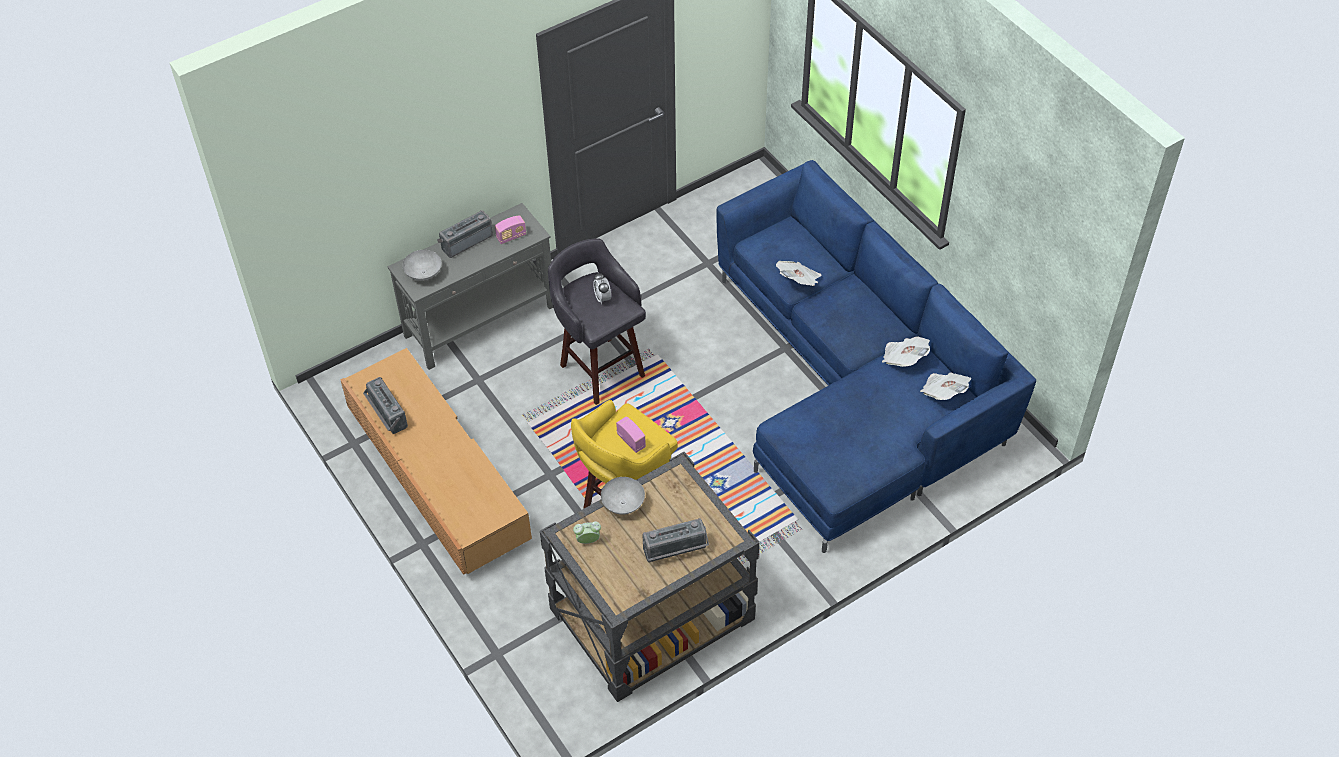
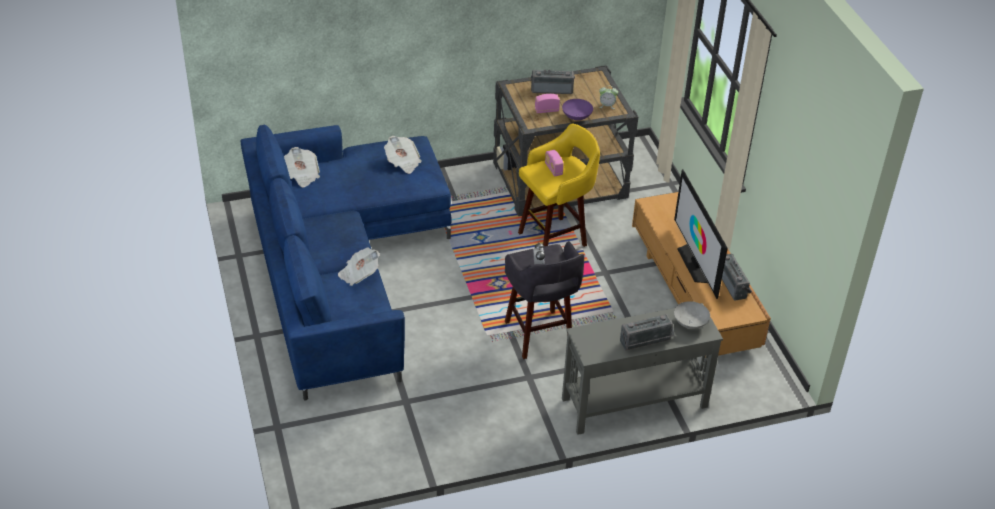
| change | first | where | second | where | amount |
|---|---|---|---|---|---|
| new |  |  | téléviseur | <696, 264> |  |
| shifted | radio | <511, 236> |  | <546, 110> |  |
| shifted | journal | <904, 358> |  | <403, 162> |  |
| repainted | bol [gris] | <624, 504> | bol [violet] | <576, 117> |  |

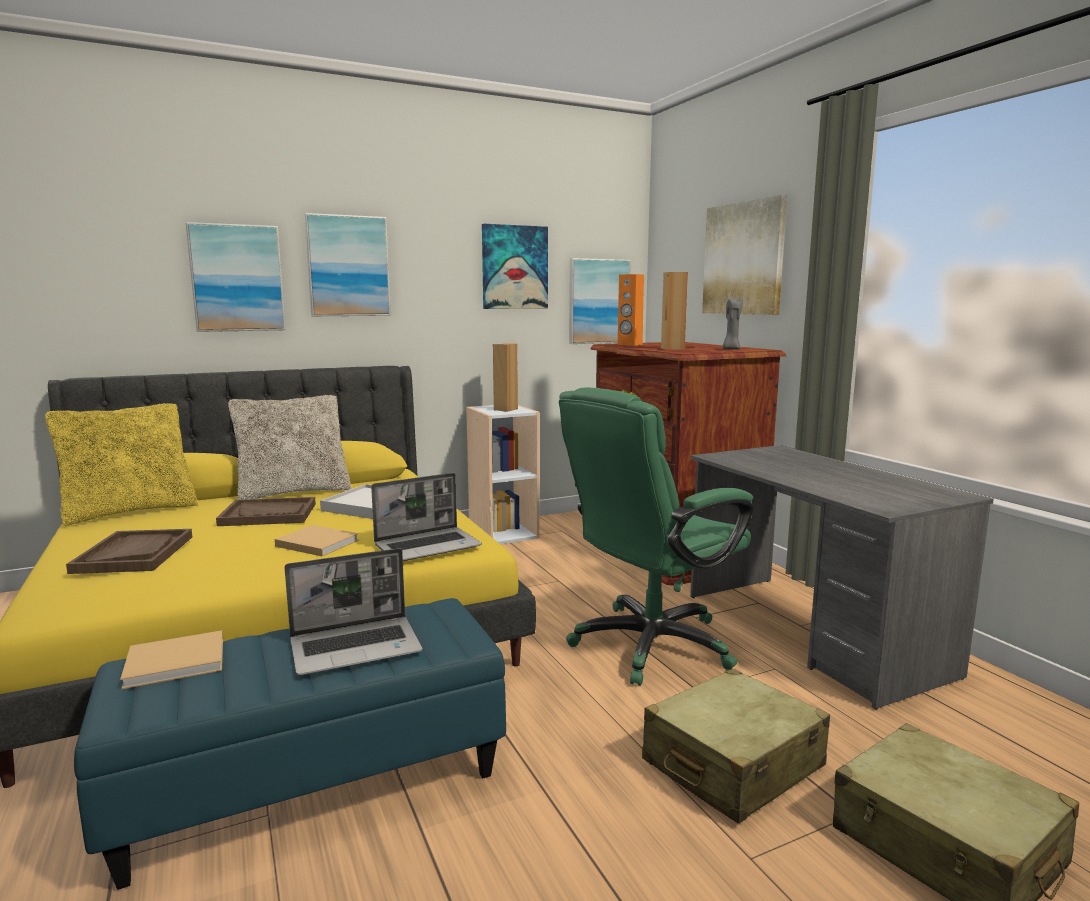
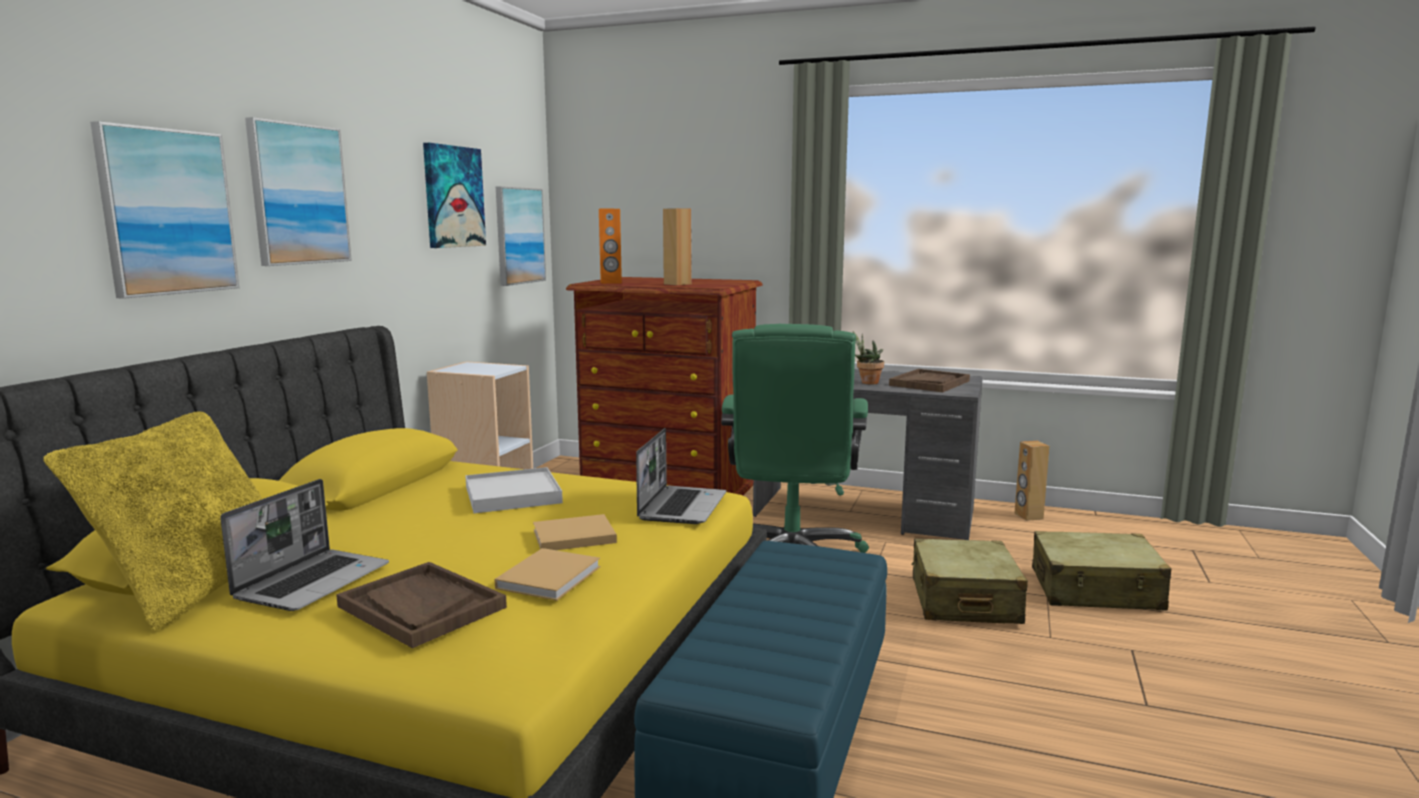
| change | first | where | second | where | amount |
|---|---|---|---|---|---|
| gone | coussin [beige] | <294, 490> |  |  |  |
| gone | tableau | <743, 258> |  |  |  |
| gone | bougie [gris] | <731, 349> |  |  |  |
| new |  |  | plante en pot | <867, 382> |  |
| shifted | livre [beige] | <179, 662> |  | <551, 576> |  |
| shifted | plateau [marron] | <269, 514> |  | <929, 383> |  |
| shifted | ordinateur portable | <357, 647> |  | <313, 581> |  |
| shifted | enceinte [marron] | <505, 409> |  | <1028, 516> |  |

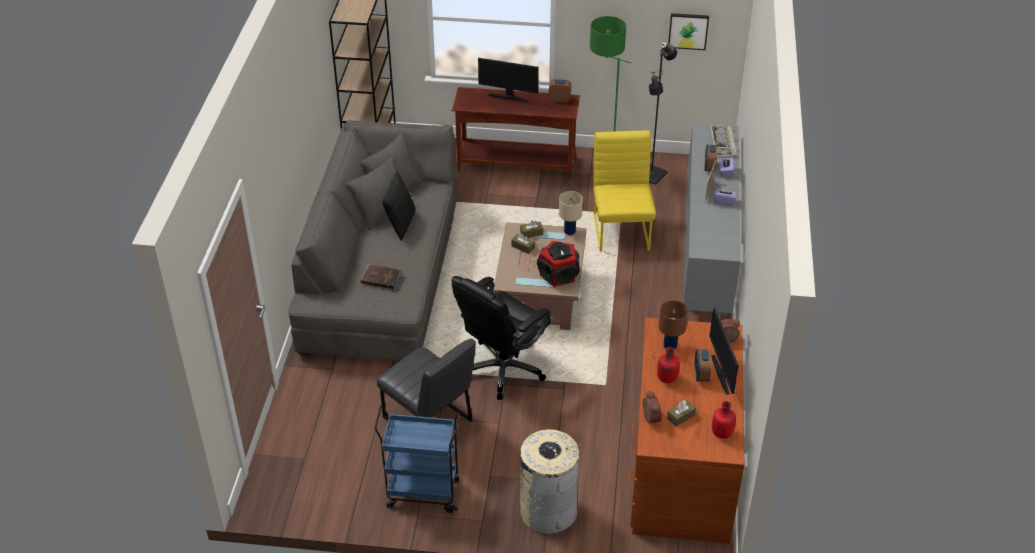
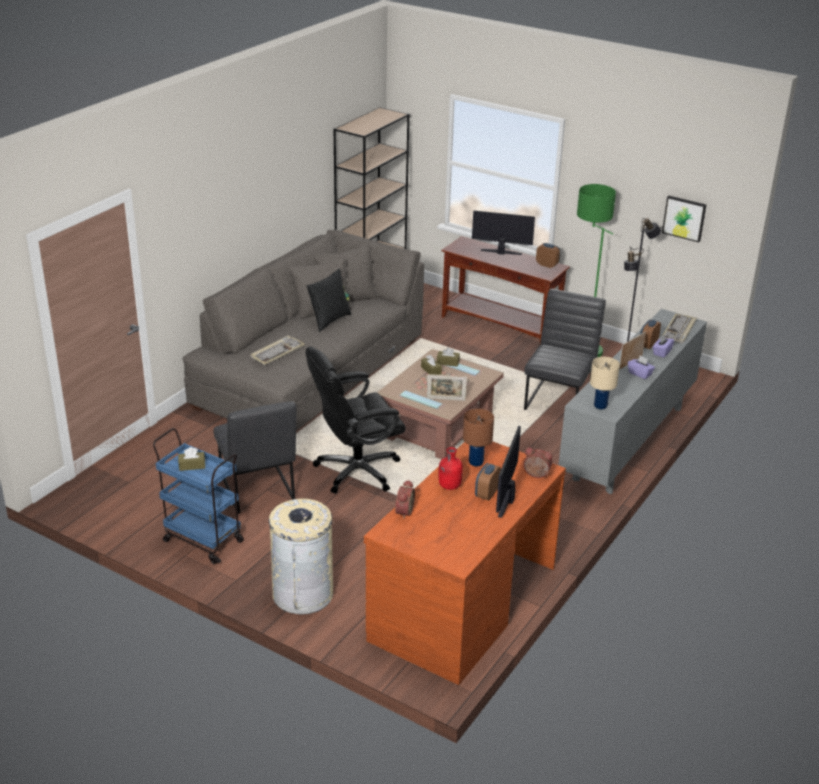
| change | first | where | second | where | amount |
|---|---|---|---|---|---|
| gone | bouteille [rouge] | <722, 433> |  |  |  |
| shifted | lampe de table [beige] | <569, 232> |  | <600, 406> |  |
| shifted | boîte à mouchoirs [marron] | <680, 417> |  | <192, 465> |  |
| swapped | livre [marron] | <381, 277> | clavier | <277, 352> |  |
| swapped | enceinte | <559, 275> | cadre photo | <446, 399> |  |
| repainted | chaise [jaune] | <621, 230> | chaise [gris] | <559, 399> |  |
| rotated | écran d'ordinateur | <508, 97> |  | <501, 252> | 150 degrees clockwise |

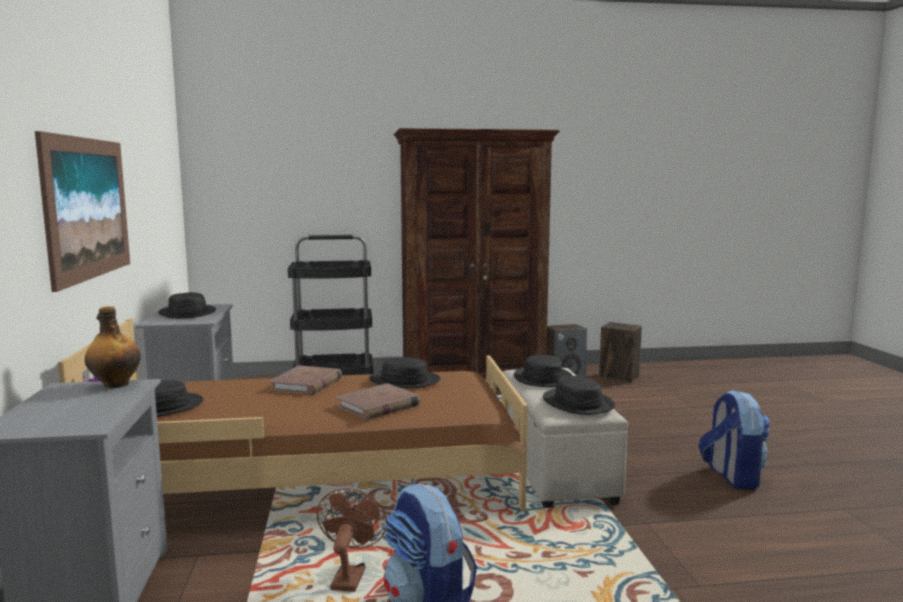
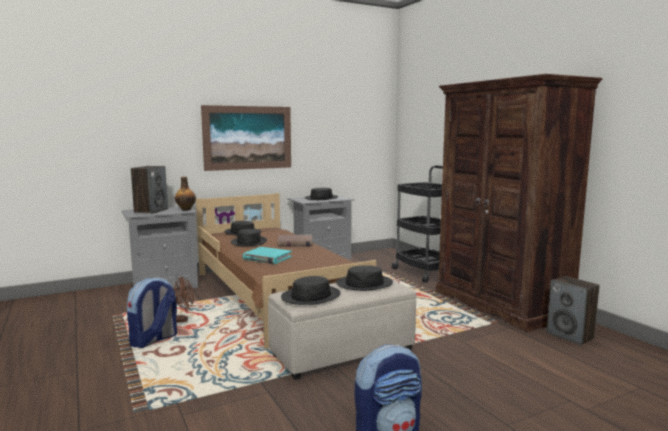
| change | first | where | second | where | amount |
|---|---|---|---|---|---|
| shifted | chapeau [noir] | <404, 380> |  | <249, 242> |  |
| shifted | enceinte | <618, 377> |  | <151, 211> |  |
| repainted | livre [marron] | <378, 406> | livre [turquoise] | <267, 258> |  |

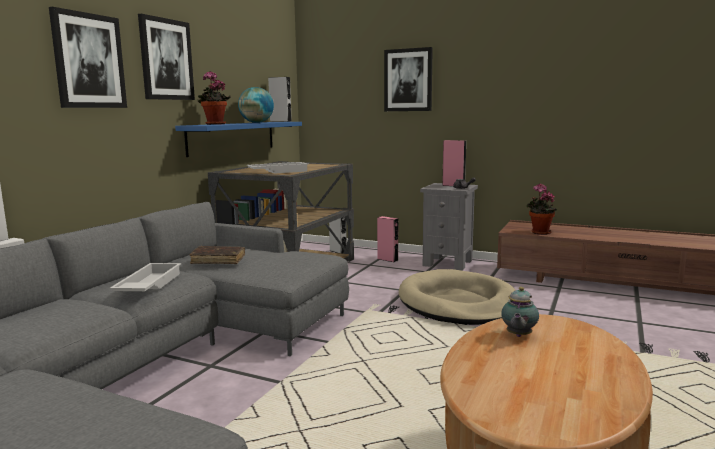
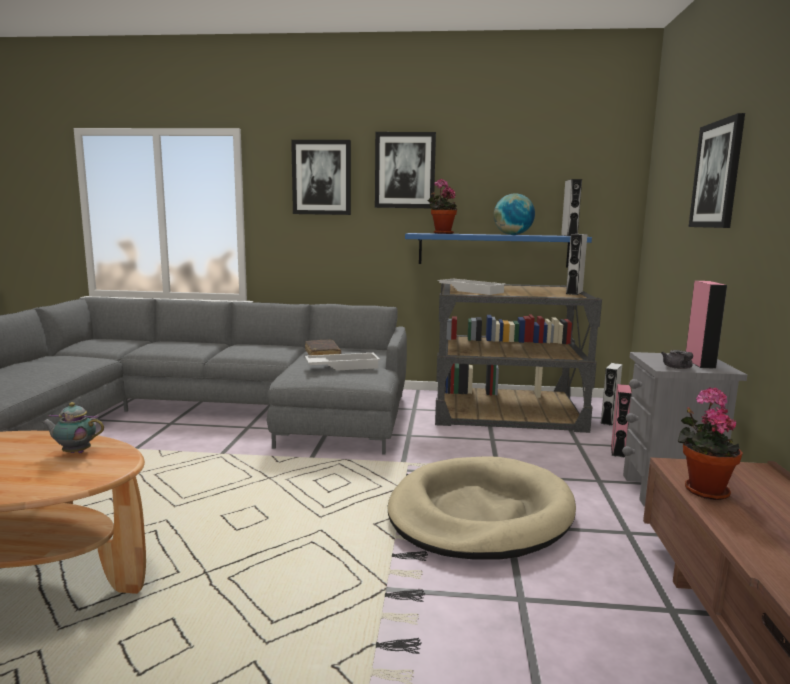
| change | first | where | second | where | amount |
|---|---|---|---|---|---|
| new |  |  | enceinte [gris] | <574, 293> |  |
| shifted | plateau [blanc] | <148, 285> |  | <342, 366> |  |

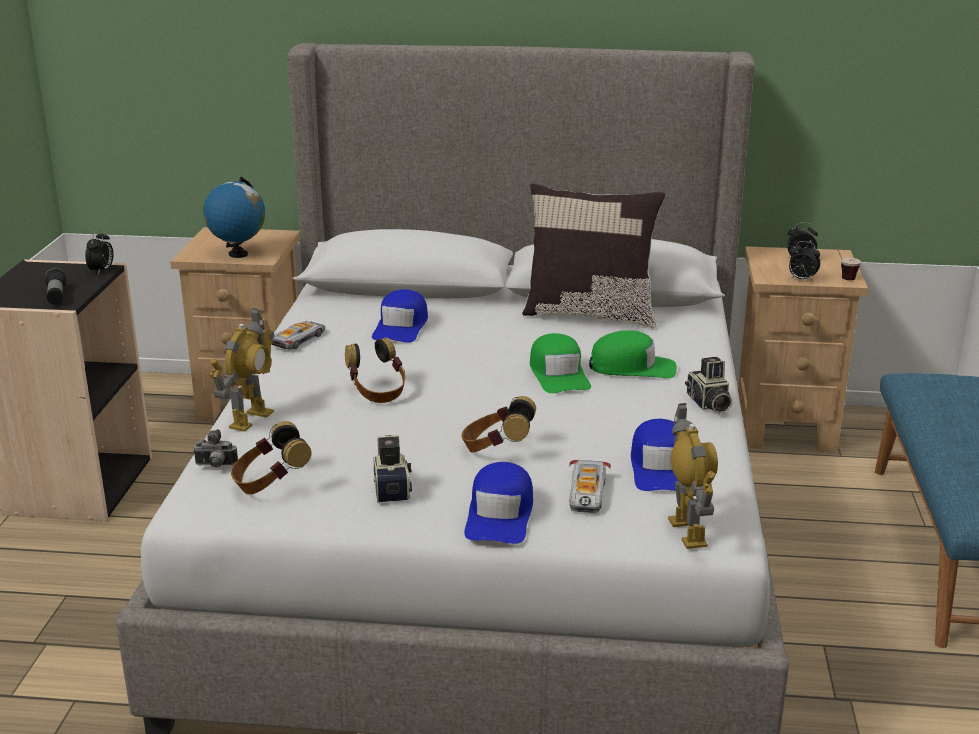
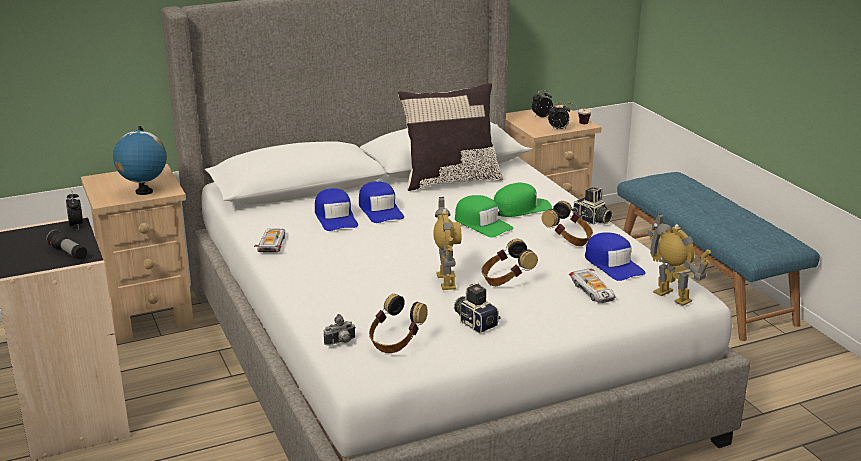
| change | first | where | second | where | amount |
|---|---|---|---|---|---|
| shifted | robot jouet | <250, 419> |  | <446, 281> |  |
| shifted | casque audio | <377, 392> |  | <568, 240> |  |
| shifted | casquette [bleu] | <500, 514> |  | <380, 210> |  |

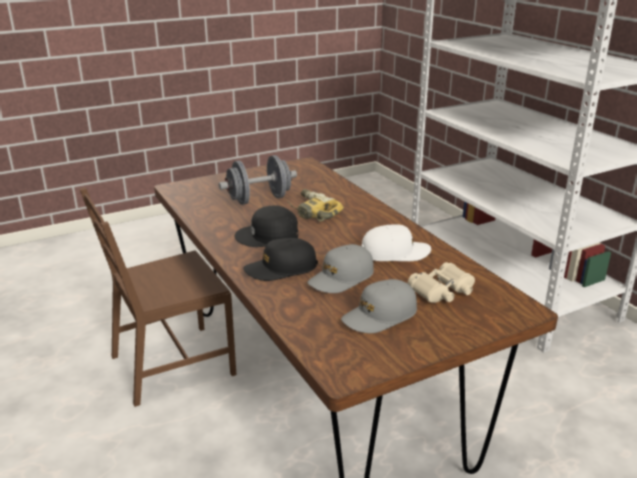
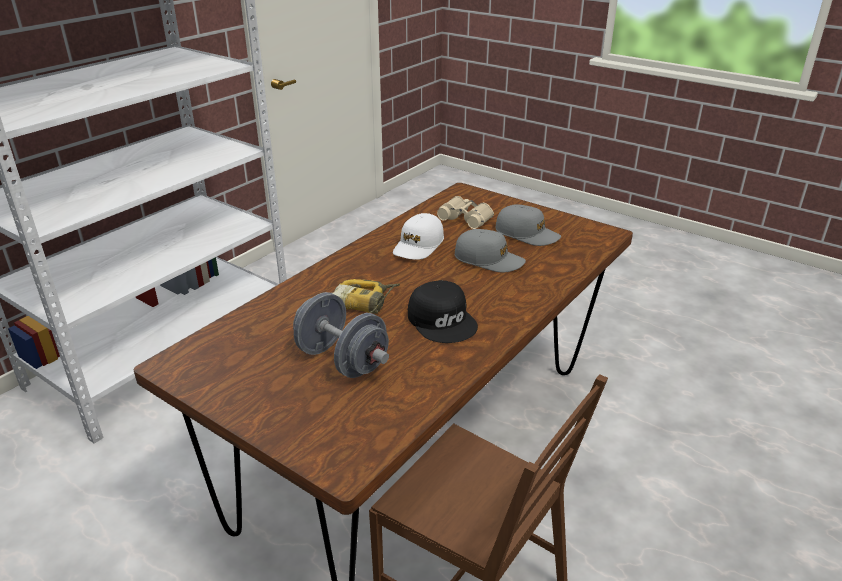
| change | first | where | second | where | amount |
|---|---|---|---|---|---|
| gone | casquette [noir] | <281, 269> |  |  |  |
| rotated | casquette [blanc] | <395, 253> |  | <418, 246> | 120 degrees counterclockwise |

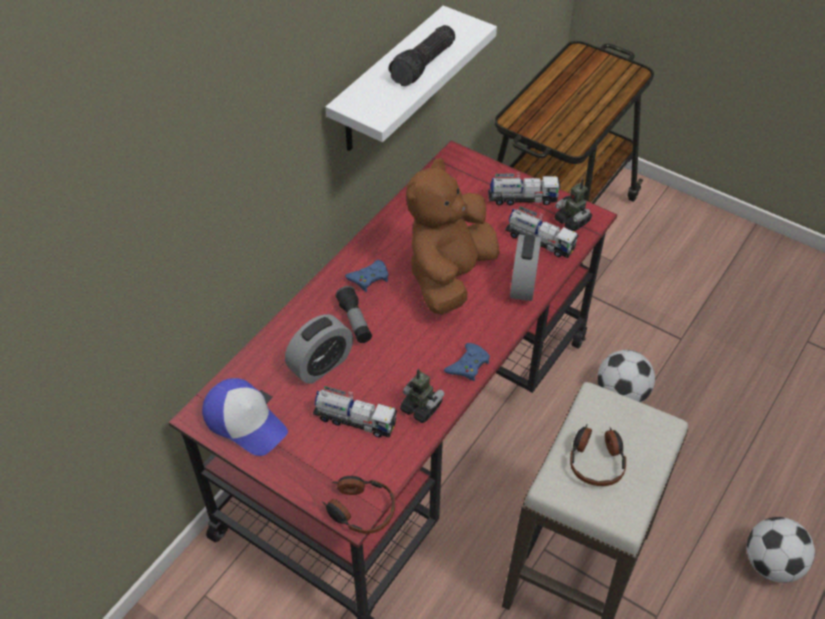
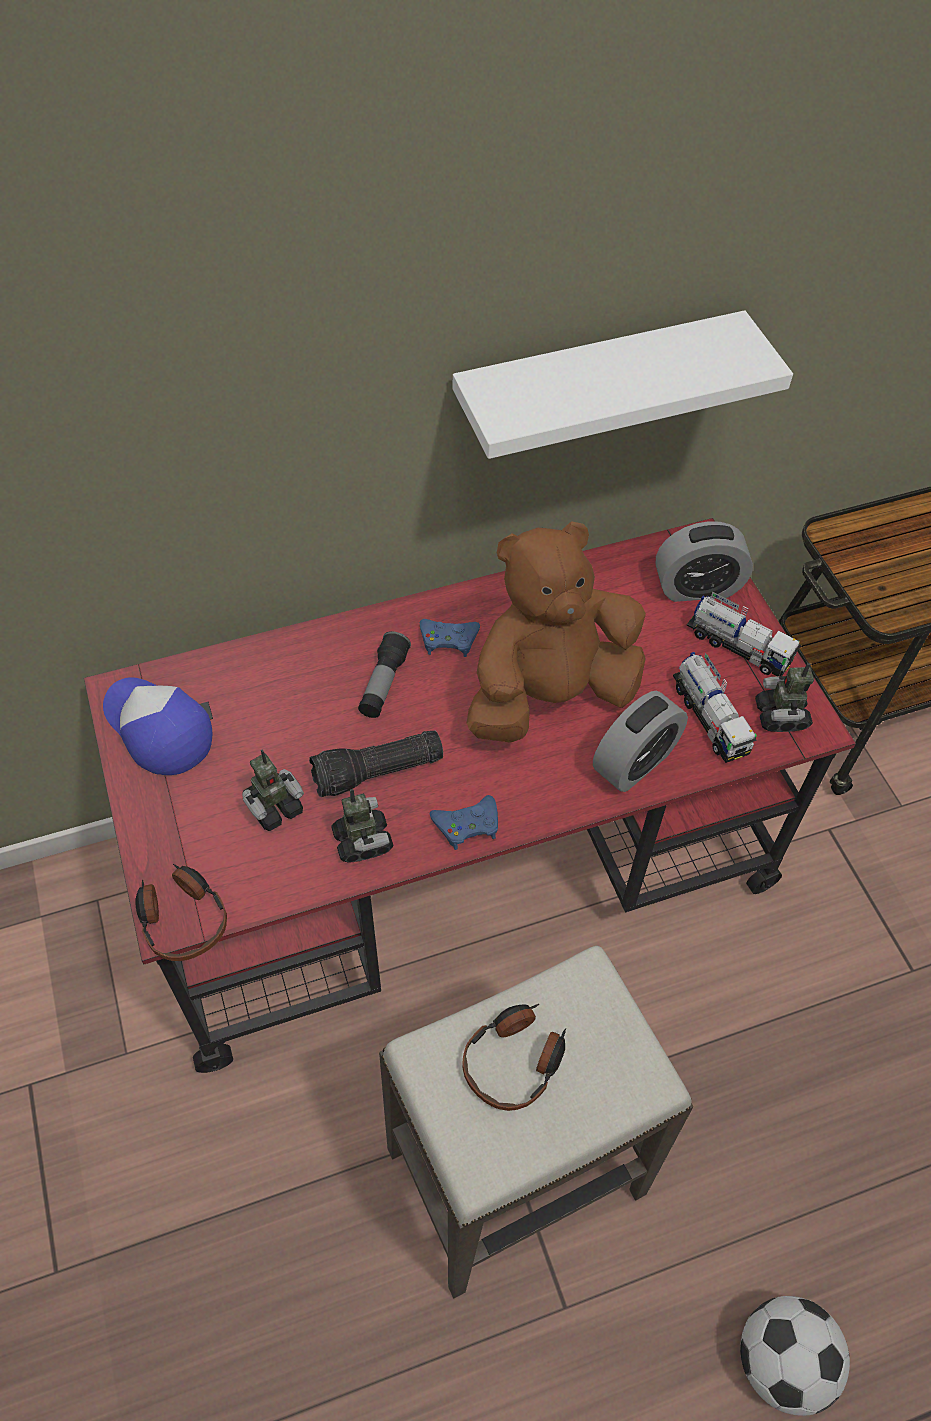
| change | first | where | second | where | amount |
|---|---|---|---|---|---|
| gone | ballon de foot | <621, 393> |  |  |  |
| shifted | réveil | <321, 365> |  | <697, 587> |  |
| shifted | lampe de poche | <424, 65> |  | <377, 773> |  |
| swapped | camion jouet | <355, 420> | robot jouet | <274, 807> |  |
| rotated | casquette | <245, 422> |  | <158, 729> | 150 degrees clockwise |

